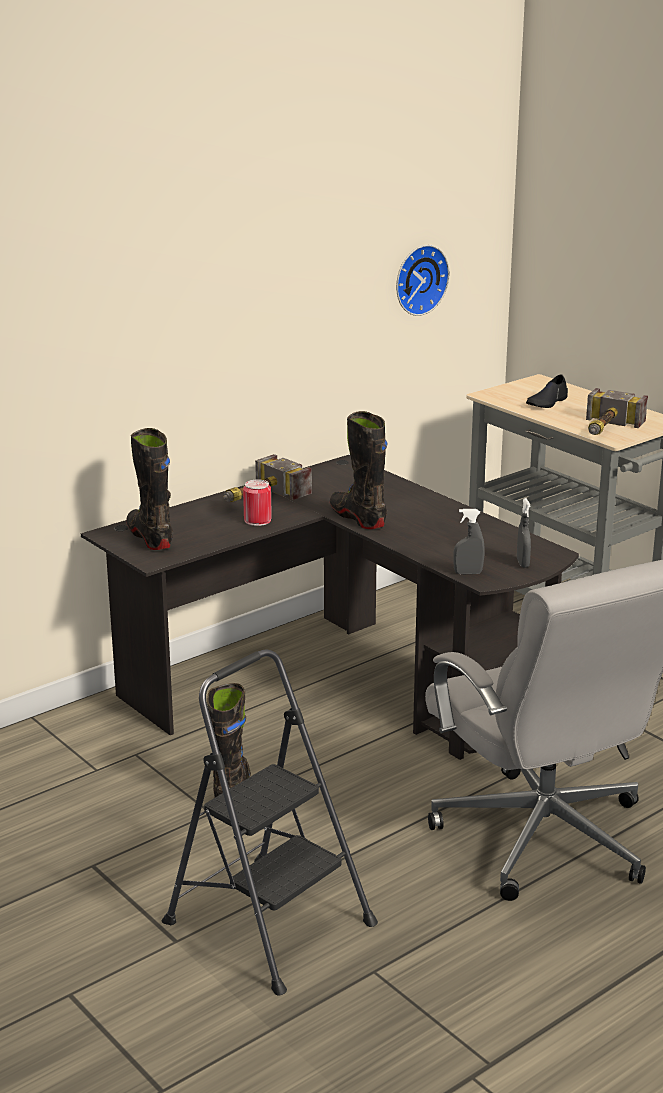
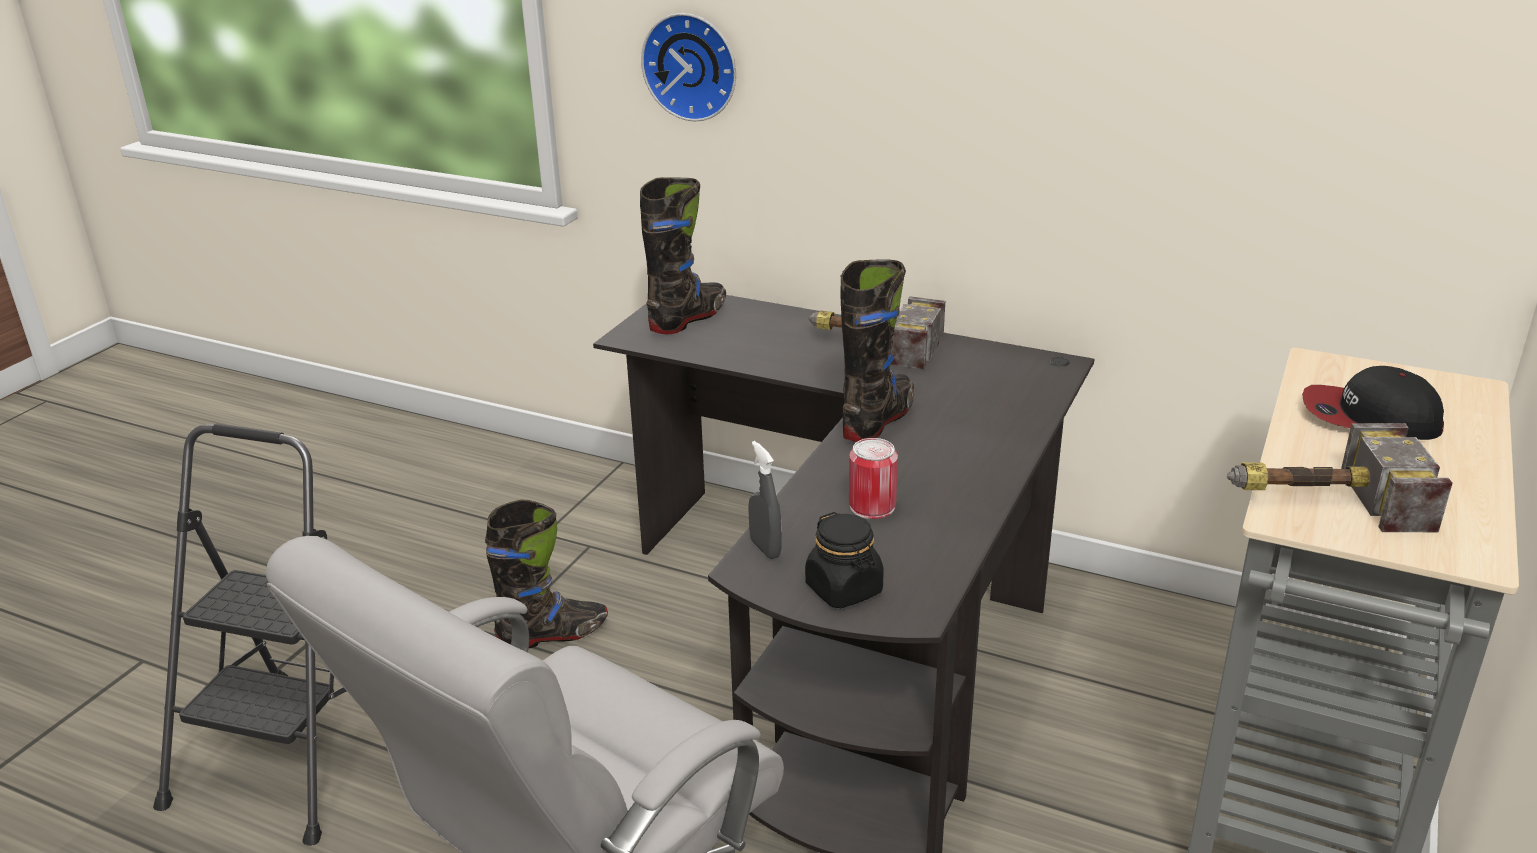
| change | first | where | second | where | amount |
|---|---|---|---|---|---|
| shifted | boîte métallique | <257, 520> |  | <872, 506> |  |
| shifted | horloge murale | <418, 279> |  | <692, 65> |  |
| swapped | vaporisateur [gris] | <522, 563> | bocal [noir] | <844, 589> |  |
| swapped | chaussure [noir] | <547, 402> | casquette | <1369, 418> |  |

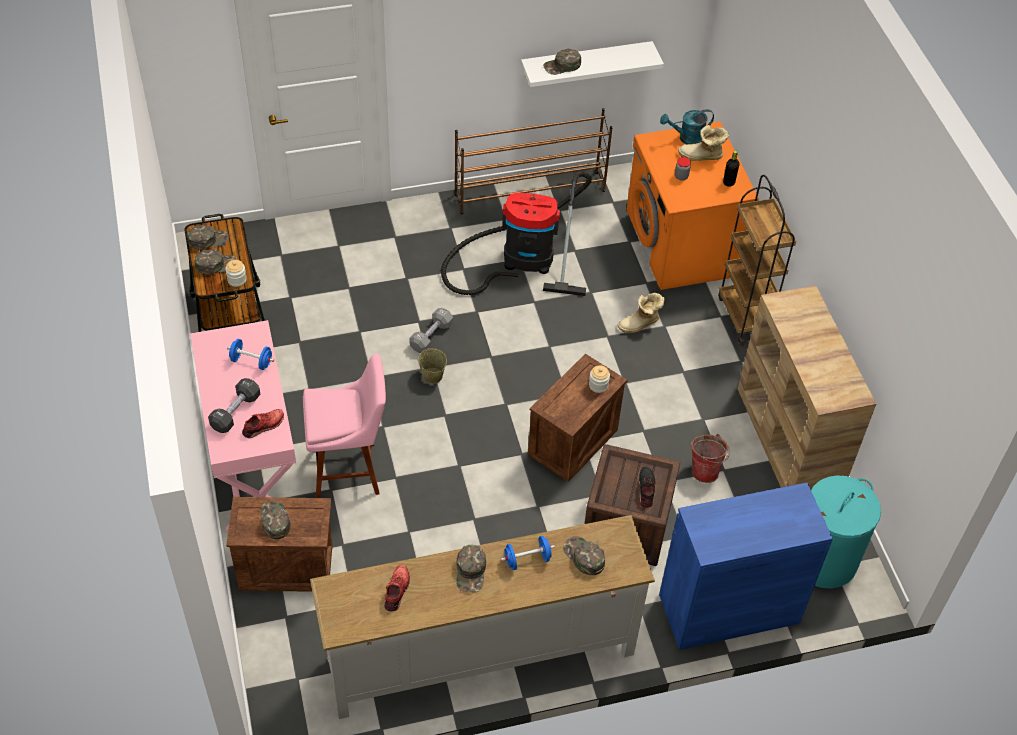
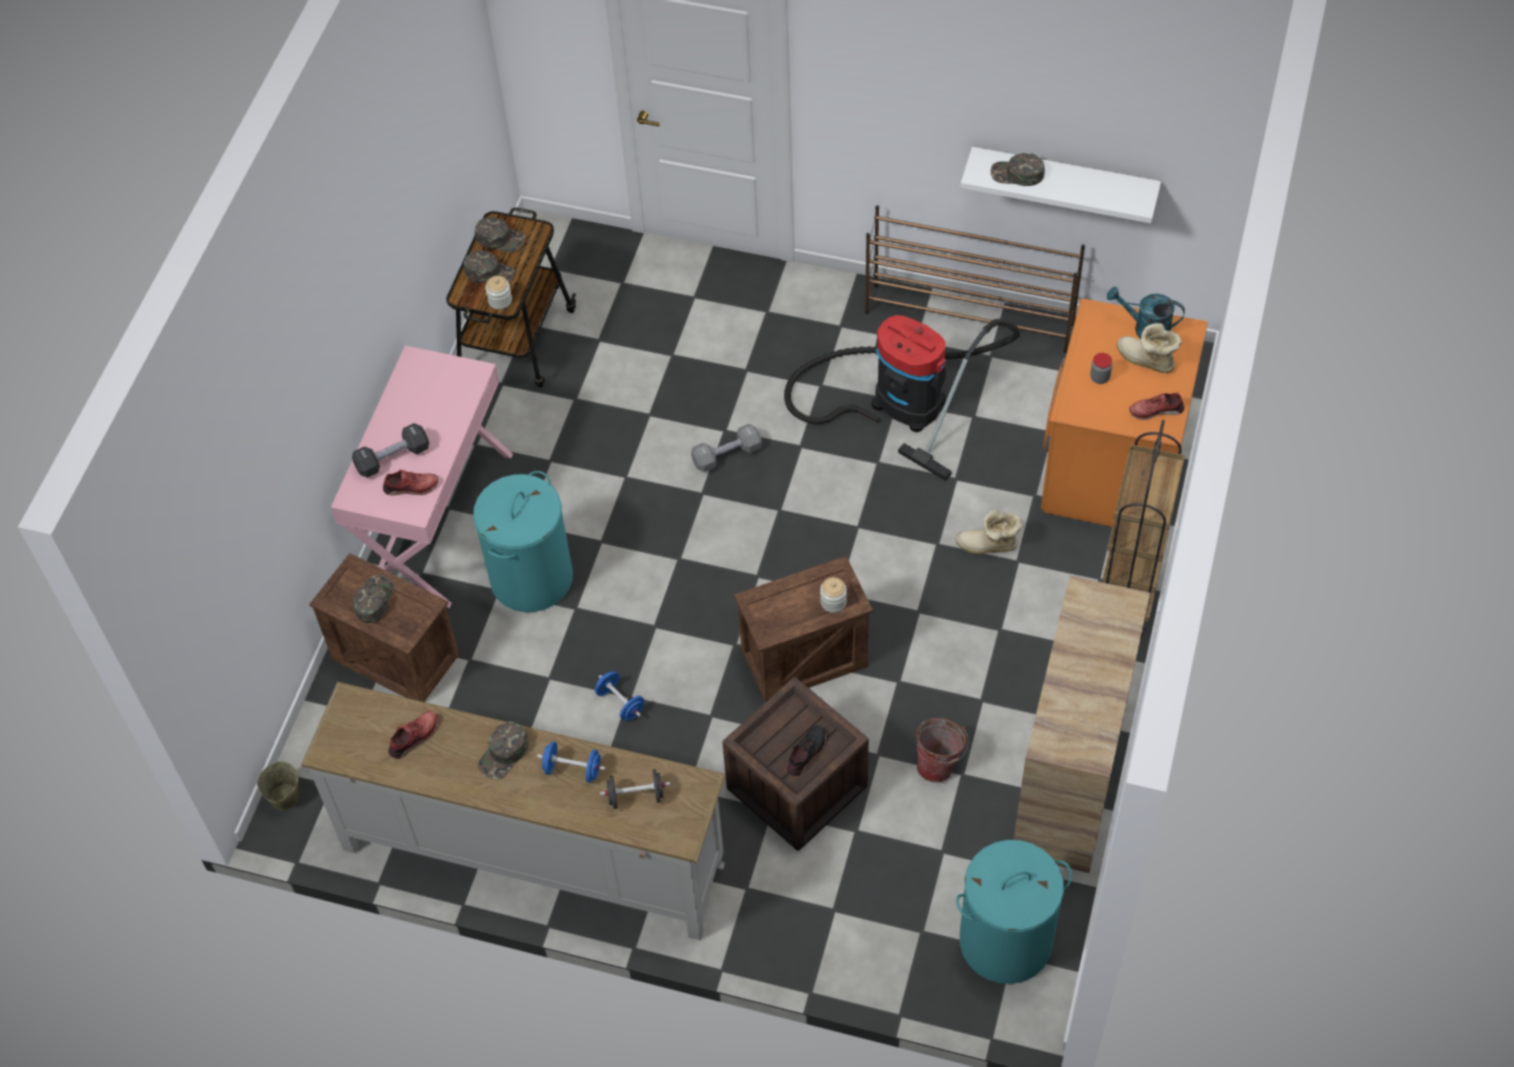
| change | first | where | second | where | amount |
|---|---|---|---|---|---|
| gone | meuble de rangement [bleu] | <729, 609> |  |  |  |
| shifted | haltère [bleu] | <251, 361> |  | <621, 703> |  |
| shifted | seau [beige] | <432, 376> |  | <284, 797> |  |
| swapped | tabouret [rose] | <350, 471> | panier à linge [turquoise] | <531, 578> |  |
| swapped | casquette [vert] | <583, 557> | haltère [noir] | <636, 796> |  |
| swapped | bouteille [noir] | <729, 182> | chaussure [rouge] | <1156, 410> |  |

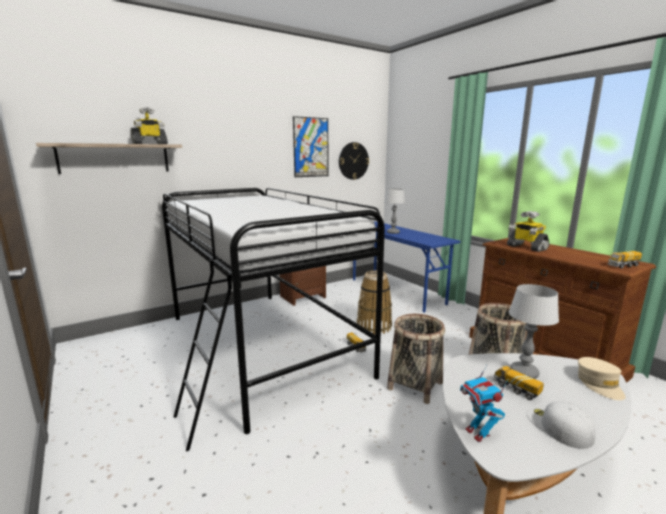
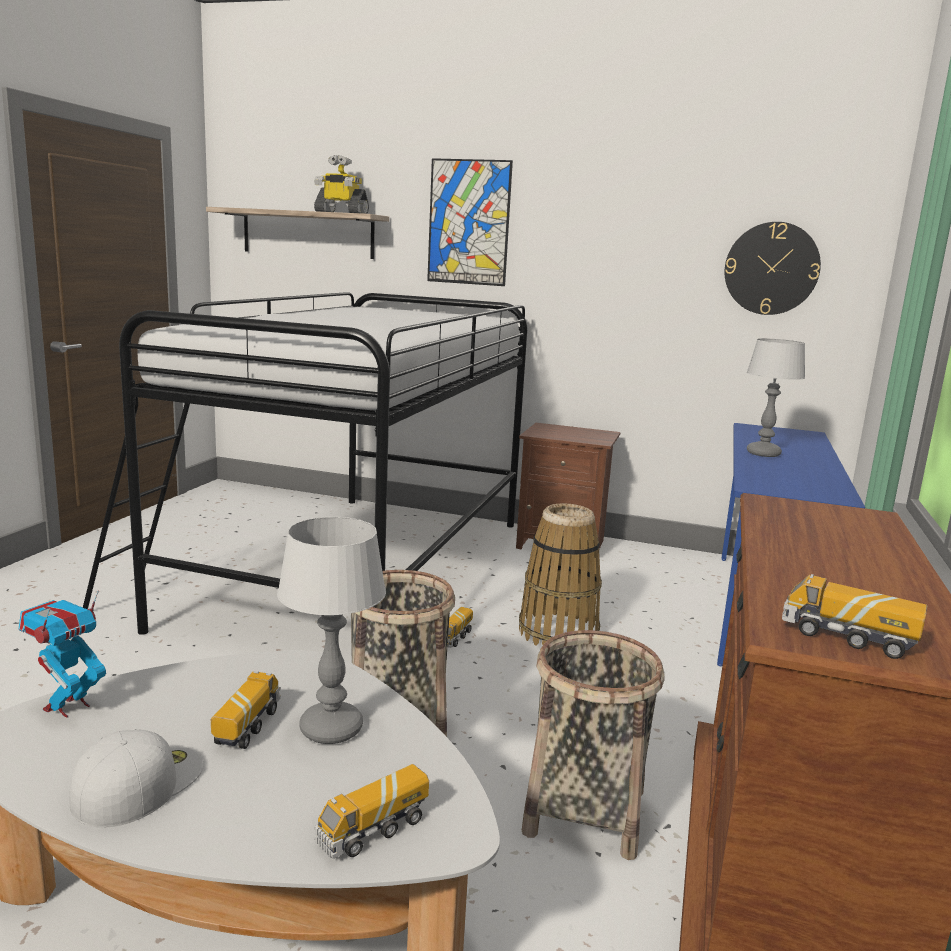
| change | first | where | second | where | amount |
|---|---|---|---|---|---|
| gone | robot jouet | <526, 247> |  |  |  |
| shifted | tableau | <311, 147> |  | <469, 222> |  |
| swapped | casquette [beige] | <599, 384> | camion jouet | <373, 831> |  |

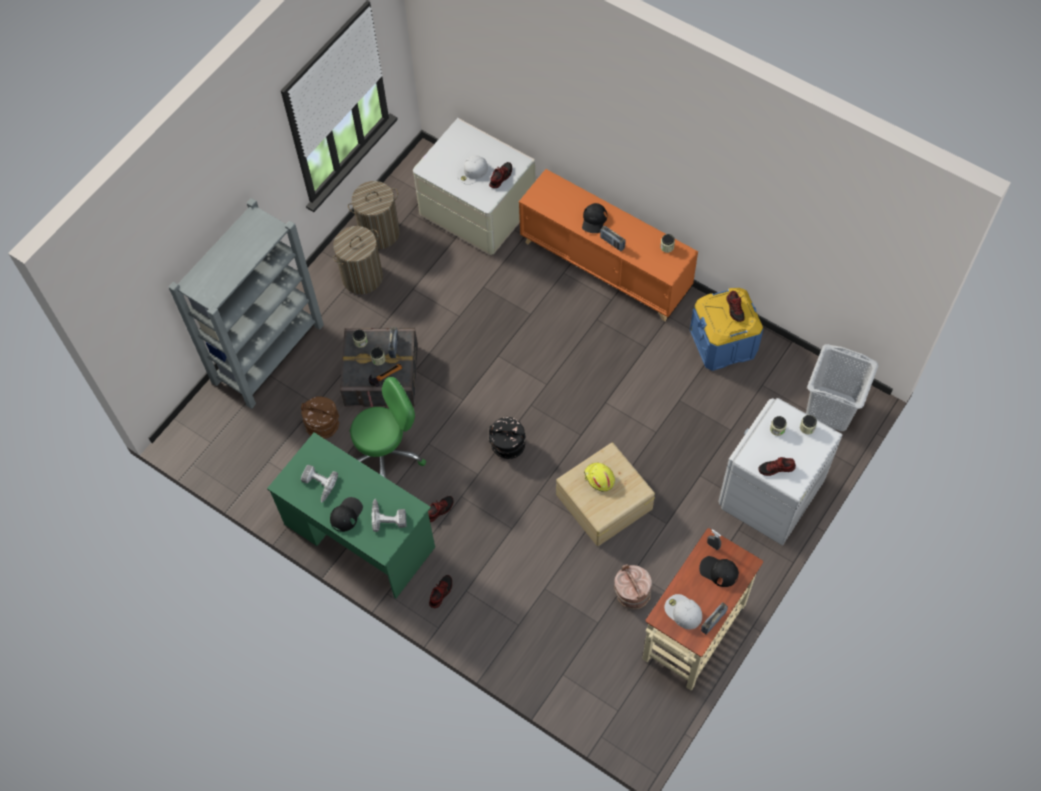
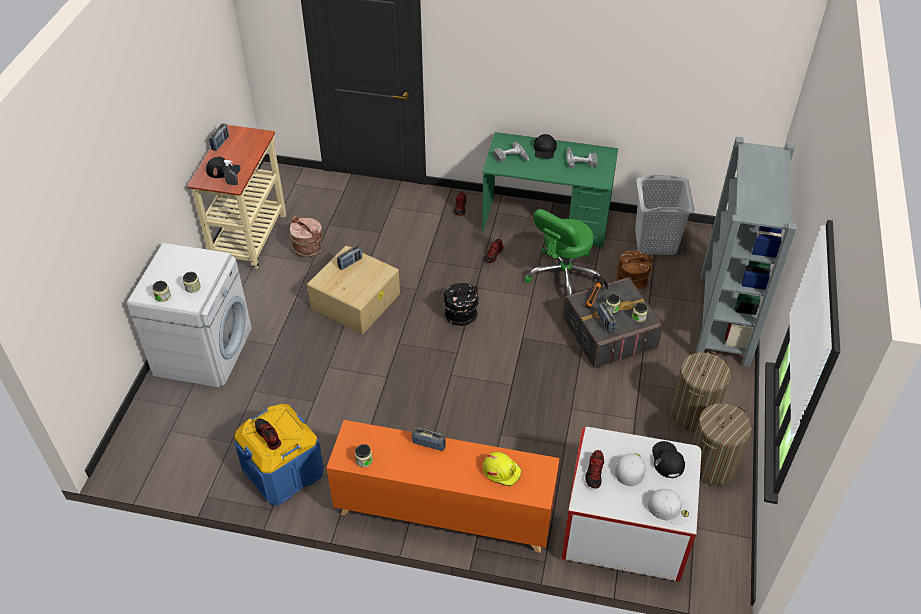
| change | first | where | second | where | amount |
|---|---|---|---|---|---|
| gone | chaussure | <776, 469> |  |  |  |
| new |  |  | radio | <350, 263> |  |
| shifted | casquette [noir] | <594, 220> |  | <667, 460> |  |
| shifted | casque de chantier [jaune] | <599, 478> |  | <501, 471> |  |
| shifted | casquette [blanc] | <682, 612> |  | <670, 508> |  |
| shifted | panier à linge [gris] | <831, 408> |  | <655, 242> |  |
| repainted | table de chevet [beige] | <477, 210> | table de chevet [rouge] | <624, 530> |  |

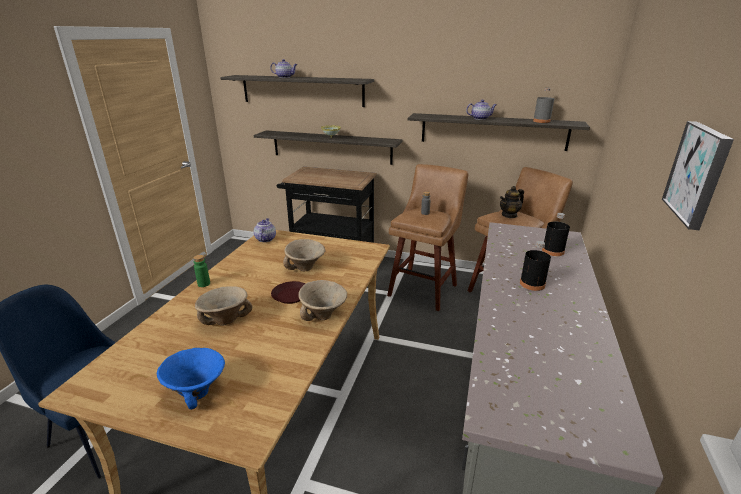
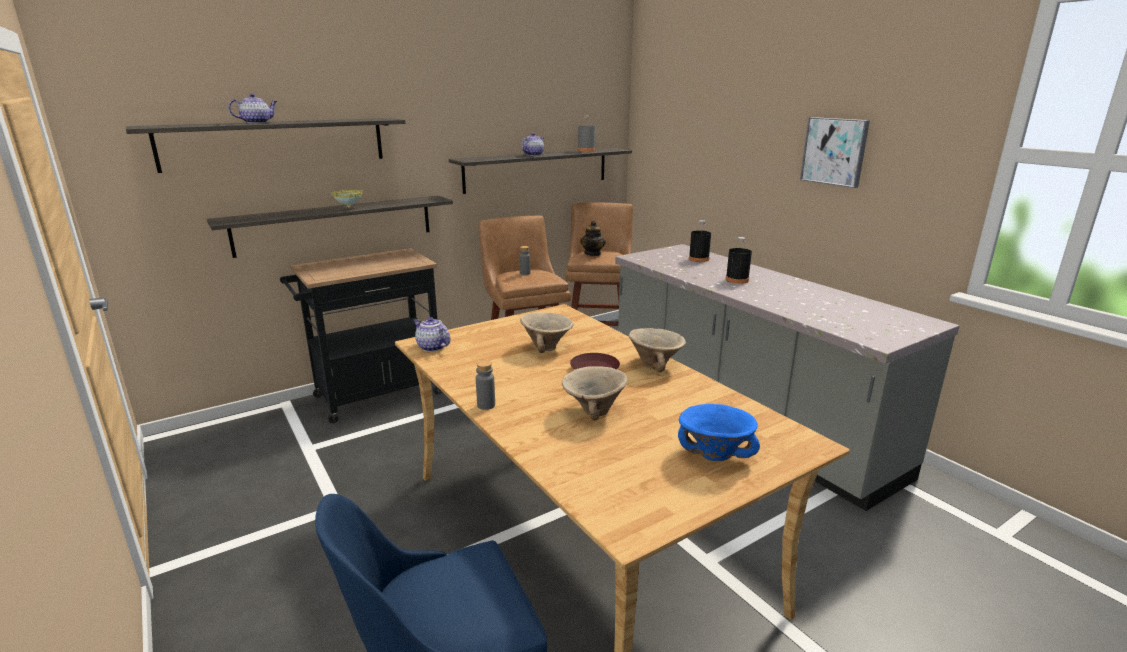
| change | first | where | second | where | amount |
|---|---|---|---|---|---|
| repainted | bouteille [vert] | <204, 284> | bouteille [gris] | <486, 405> |  |

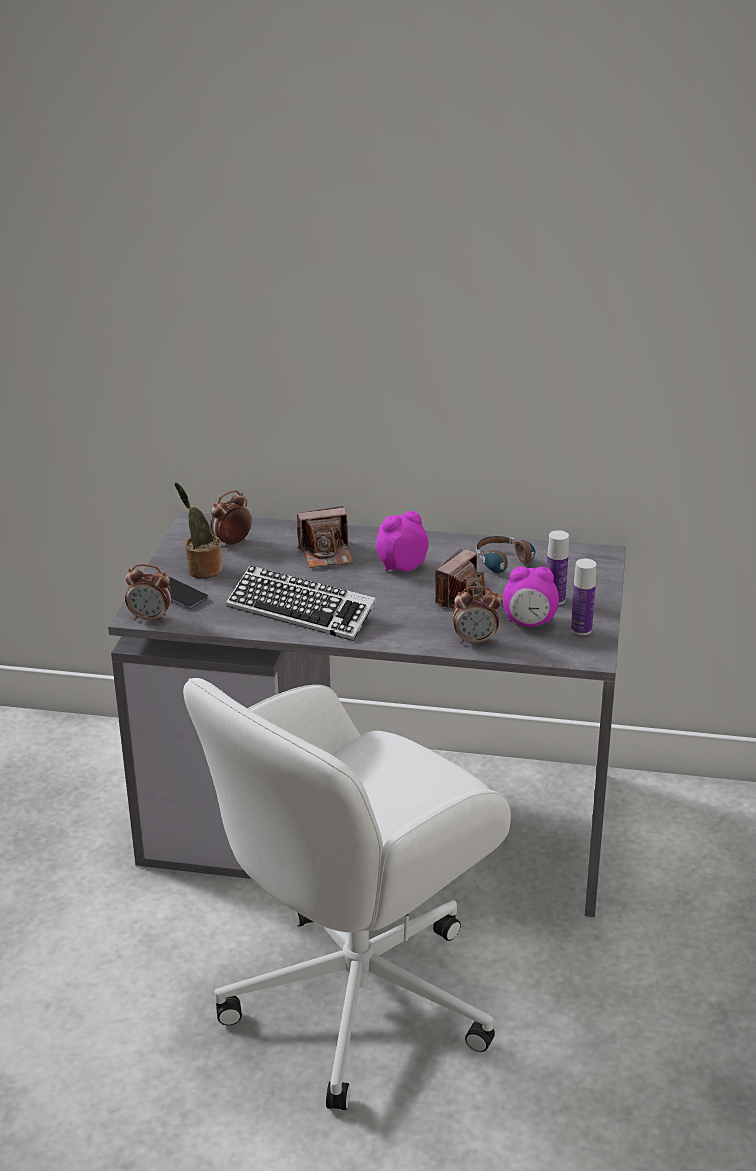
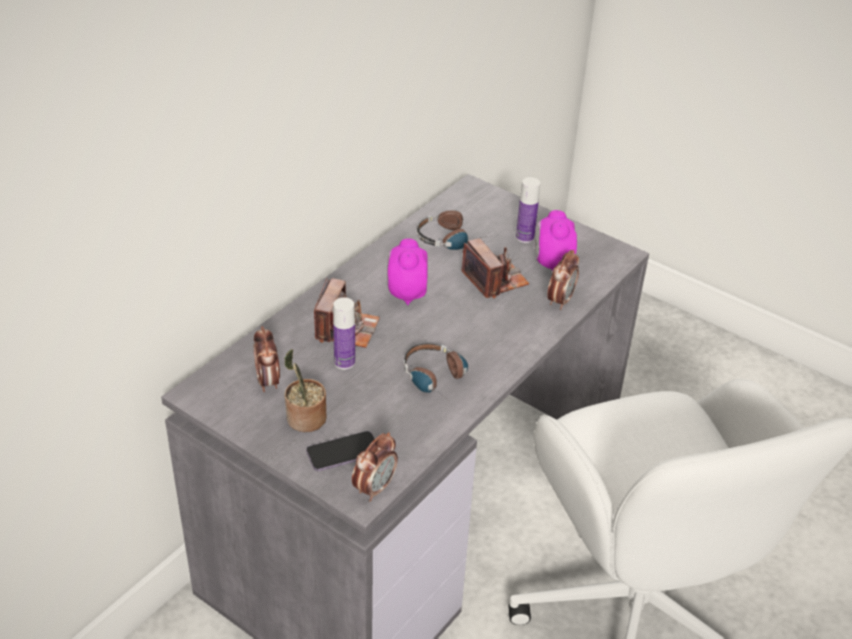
| change | first | where | second | where | amount |
|---|---|---|---|---|---|
| shifted | bouteille | <581, 629> |  | <344, 362> |  |
| swapped | clavier | <301, 611> | casque audio | <439, 380> |  |
| rotated | réveil | <529, 623> |  | <552, 263> | 150 degrees clockwise |

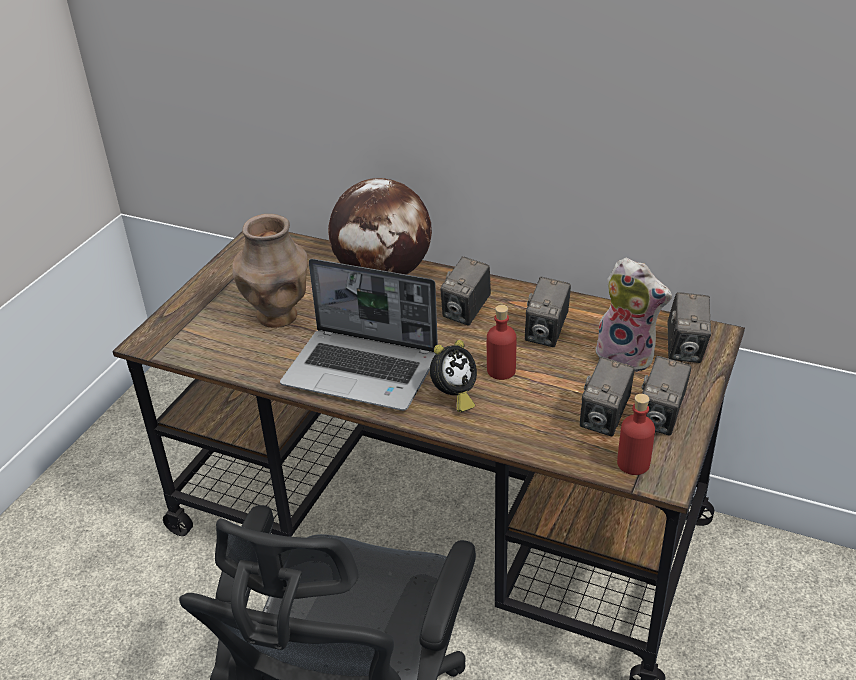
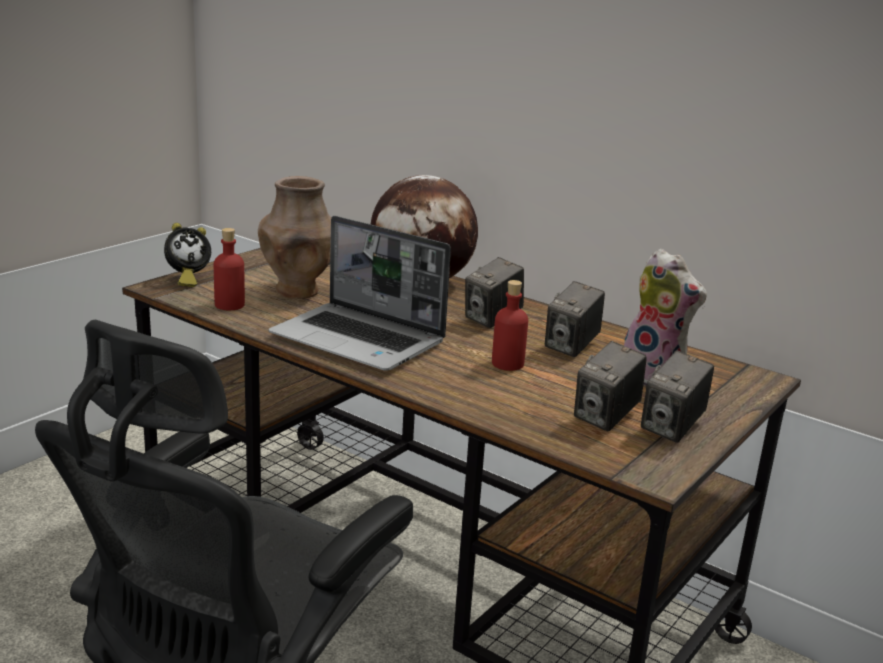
| change | first | where | second | where | amount |
|---|---|---|---|---|---|
| gone | appareil photo | <685, 349> |  |  |  |
| shifted | réveil | <454, 396> |  | <187, 279> |  |
| shifted | bouteille [rouge] | <633, 463> |  | <229, 305> |  |

